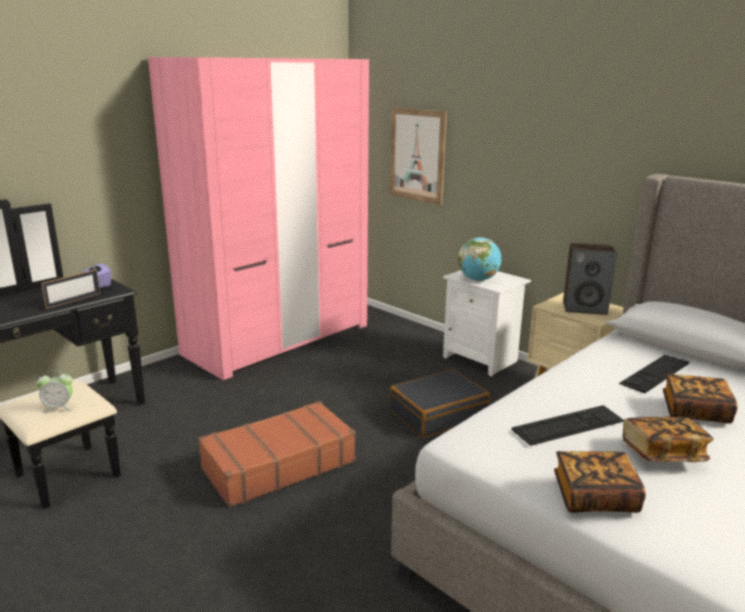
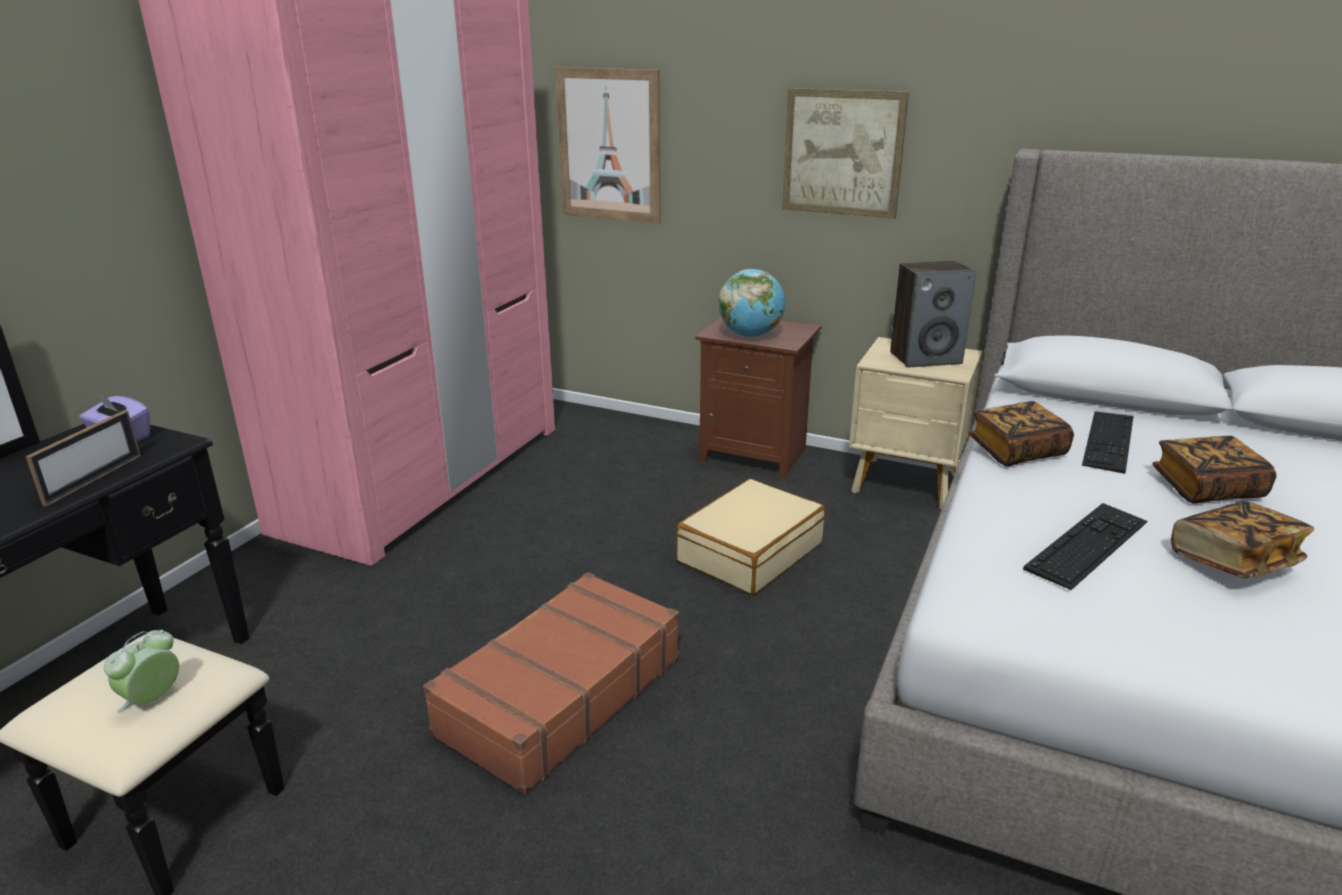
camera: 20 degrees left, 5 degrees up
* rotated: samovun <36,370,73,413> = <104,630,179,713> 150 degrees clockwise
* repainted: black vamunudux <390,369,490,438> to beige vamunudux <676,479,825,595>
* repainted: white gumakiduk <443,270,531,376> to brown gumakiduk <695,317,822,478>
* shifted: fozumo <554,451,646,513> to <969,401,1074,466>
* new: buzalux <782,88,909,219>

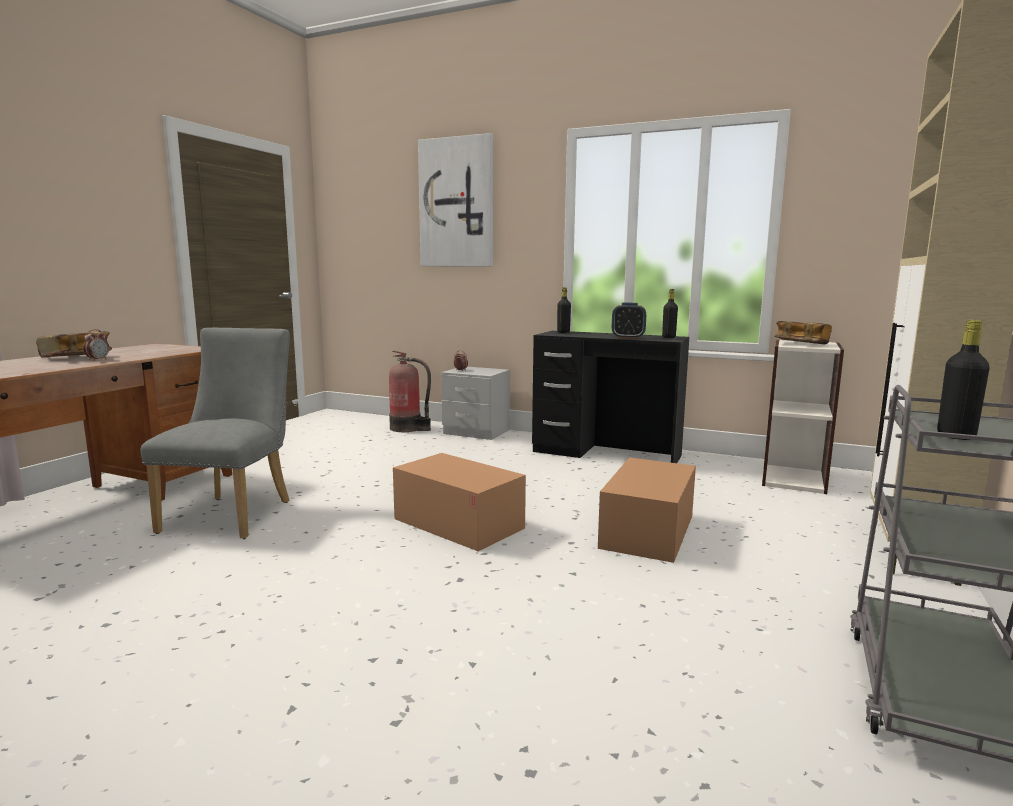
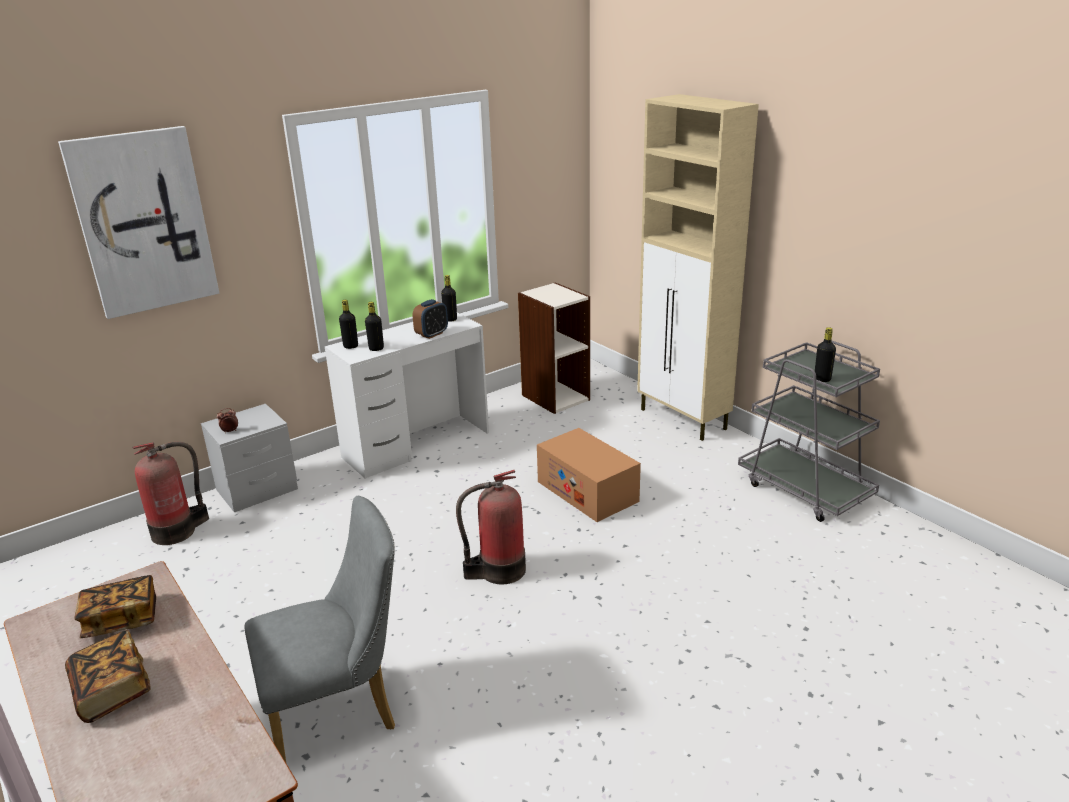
camera: 60 degrees left, 15 degrees up
* gone: samovun <83,329,109,361>
* rotated: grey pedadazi <141,328,290,539> = <245,496,395,762> 120 degrees clockwise
* swapped: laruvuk <393,453,526,551> to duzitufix <456,470,526,584>
* repainted: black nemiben <532,331,689,463> to white nemiben <324,313,489,479>
* shifted: fozumo <774,321,832,344> to <74,575,156,638>
* new: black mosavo <365,302,384,351>

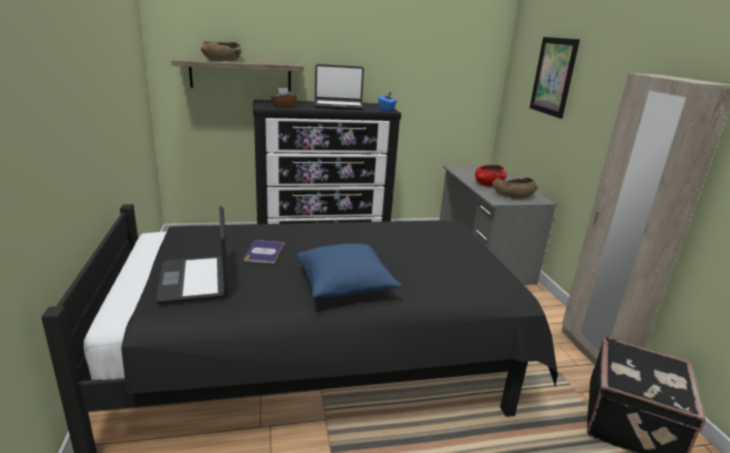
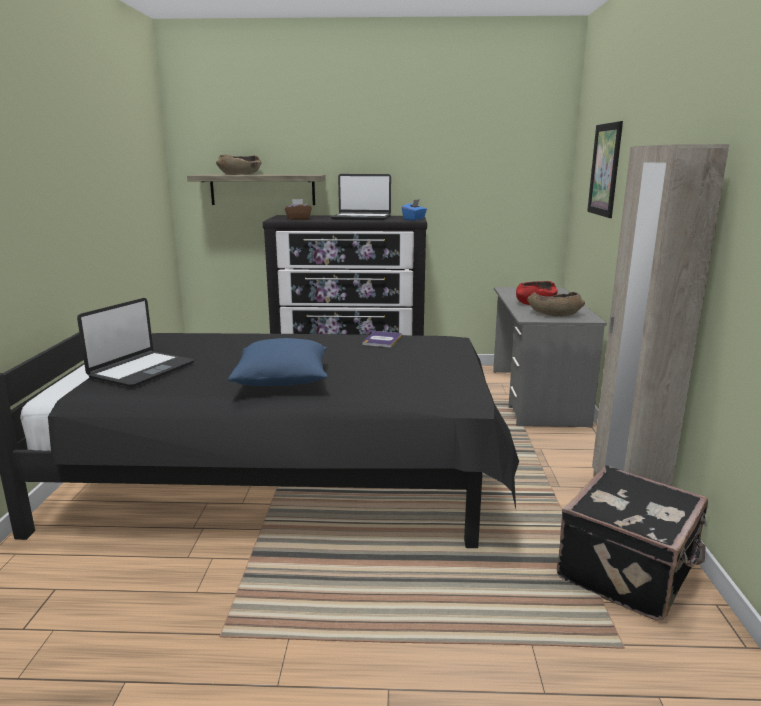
camera: 15 degrees right, 5 degrees down
* rotated: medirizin <156,206,229,304> = <77,298,194,387> 150 degrees counterclockwise
* shifted: fozumo <244,240,284,264> to <362,331,402,348>

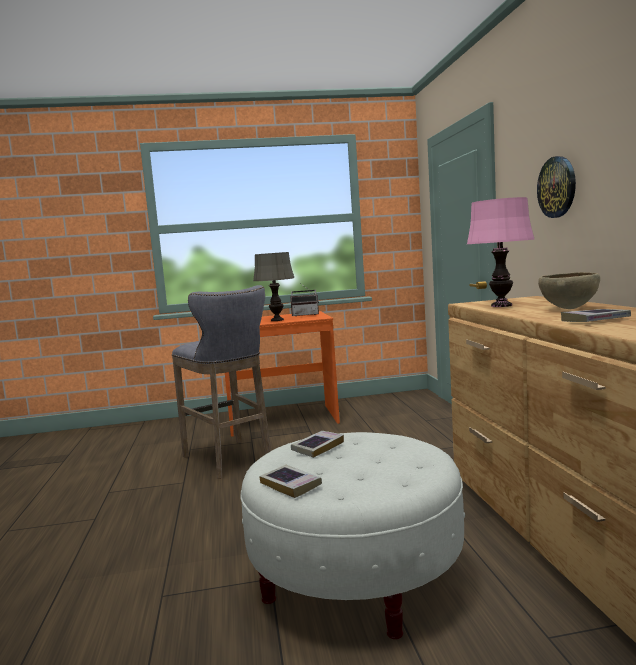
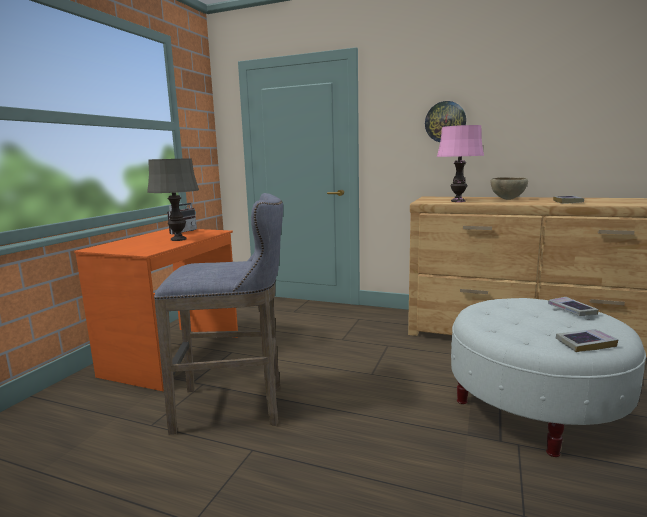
camera: 60 degrees left, 5 degrees up
* shifted: fozumo <291,431,344,458> to <548,297,599,316>

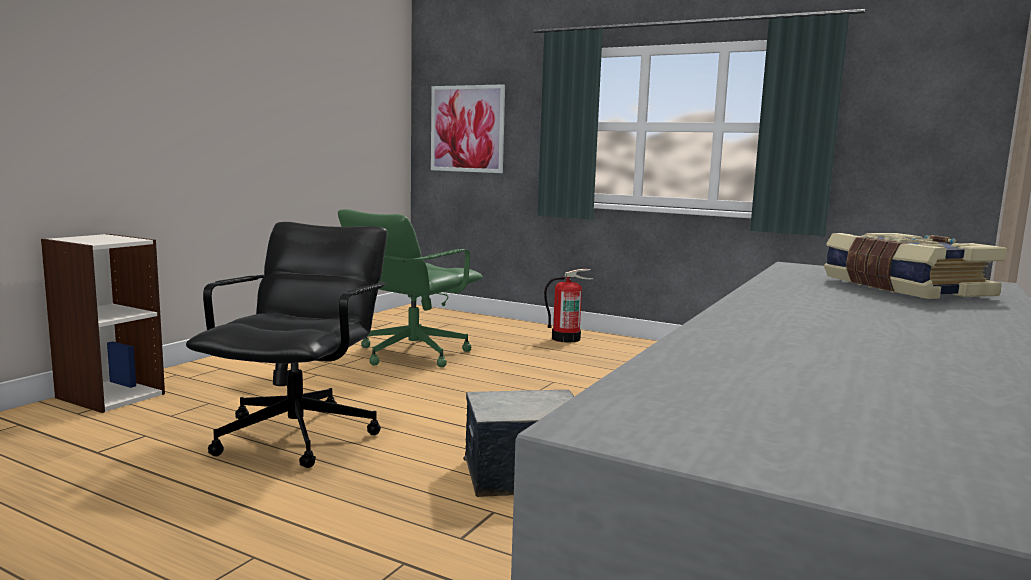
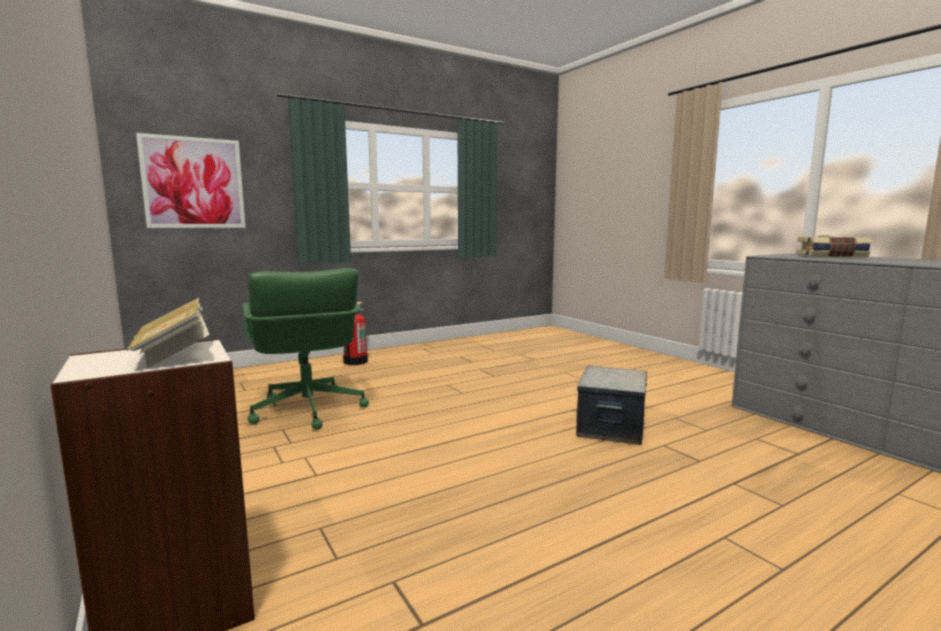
camera: 60 degrees left, 0 degrees up
* gone: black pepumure <186,222,388,468>
* new: fozumo <127,298,210,369>

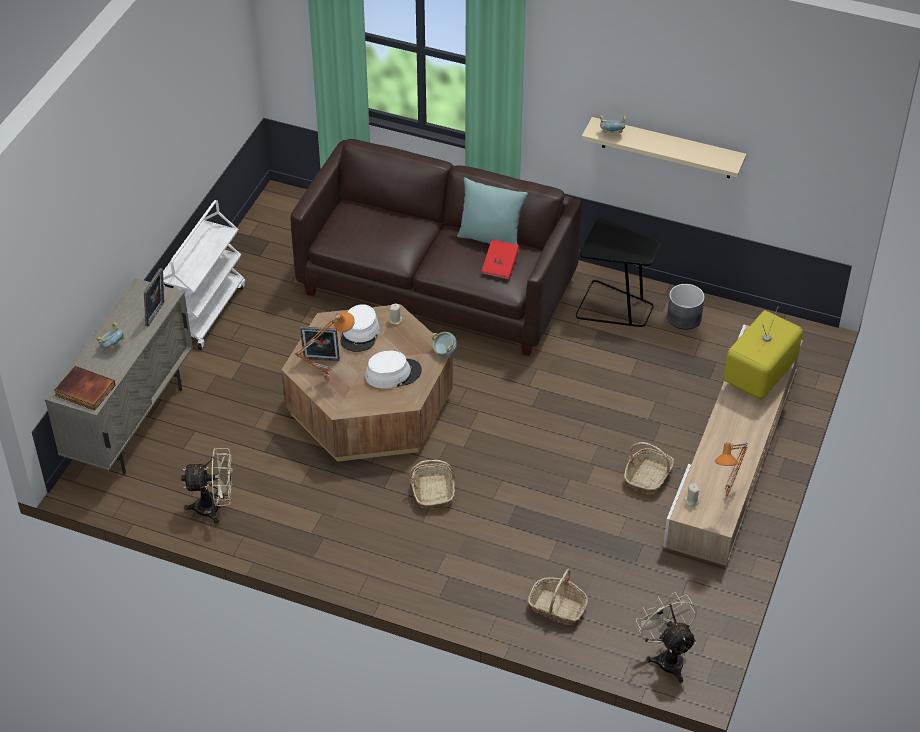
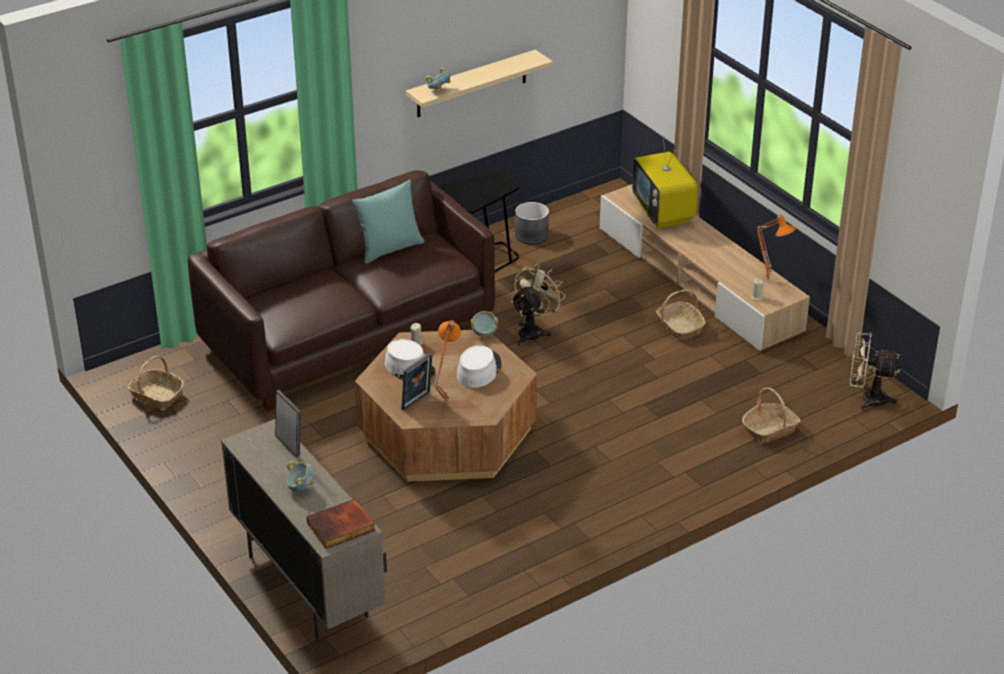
camera: 55 degrees left, 10 degrees down
* gone: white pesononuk <163,200,245,350>
* shifted: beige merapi <181,448,233,524> to <511,265,566,346>
* shifted: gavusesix <409,460,455,509> to <128,356,184,409>
* gone: red fozumo <482,239,520,280>

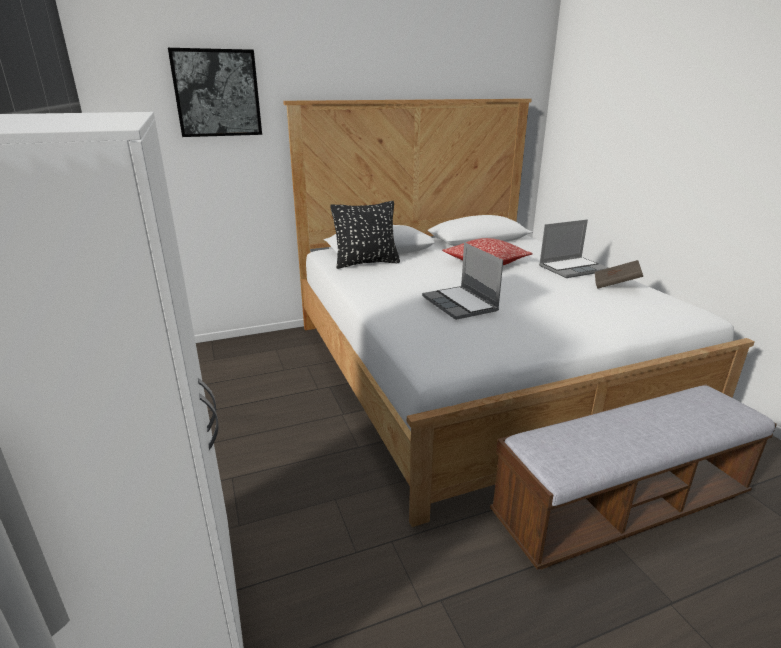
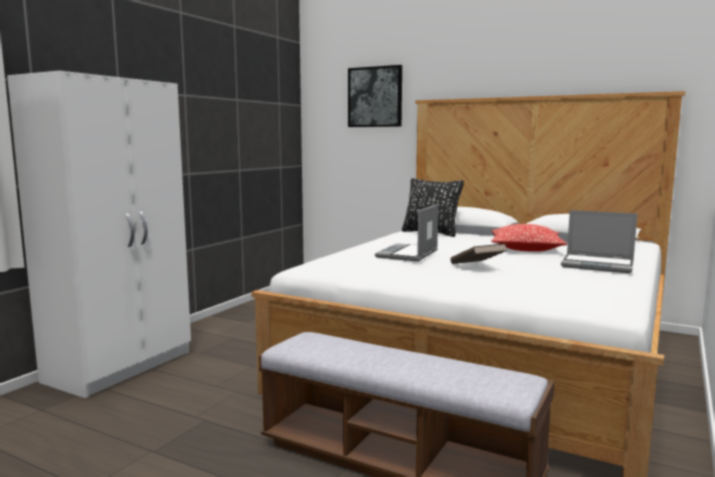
camera: 50 degrees right, 15 degrees down
* shifted: brown fozumo <595,260,643,289> to <451,243,507,264>

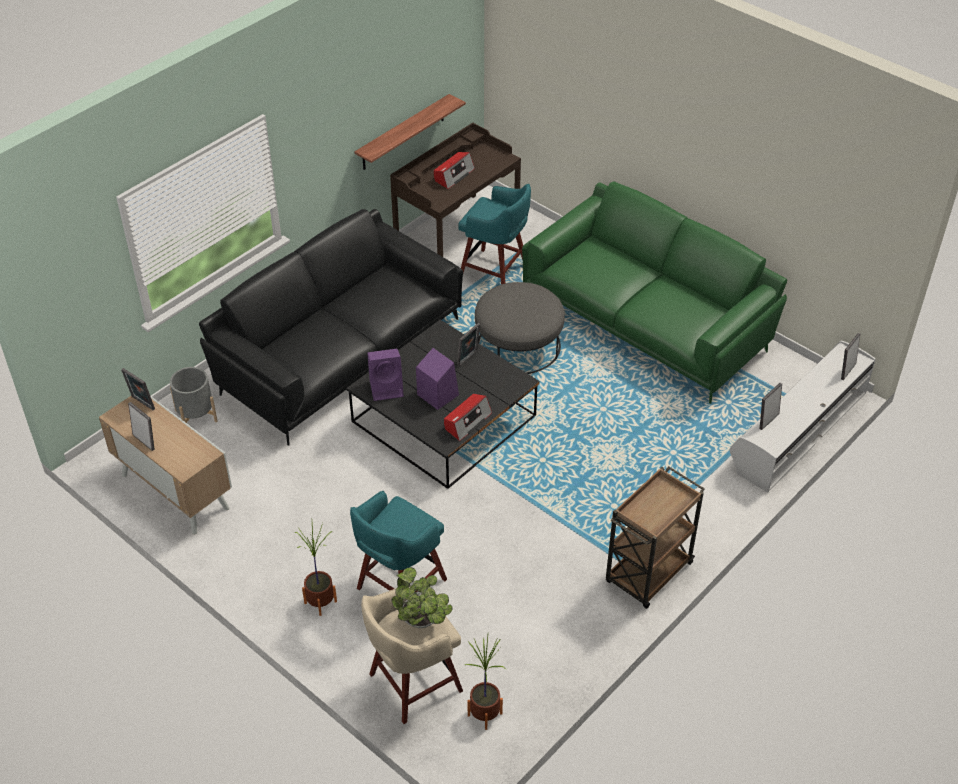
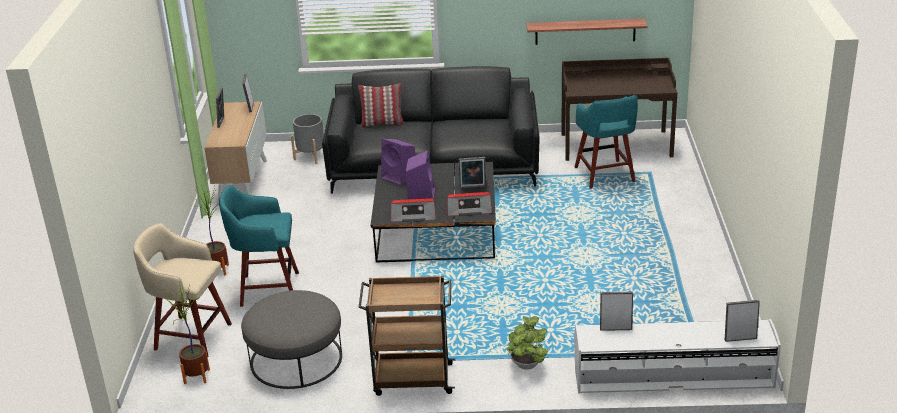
camera: 50 degrees right, 15 degrees down
* shifted: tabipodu <391,567,453,628> to <506,316,548,369>
* shifted: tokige <434,152,475,189> to <447,192,492,216>
* shifted: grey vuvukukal <475,282,565,374> to <241,290,342,389>
* gone: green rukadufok <522,181,787,404>
* new: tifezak <358,83,404,127>

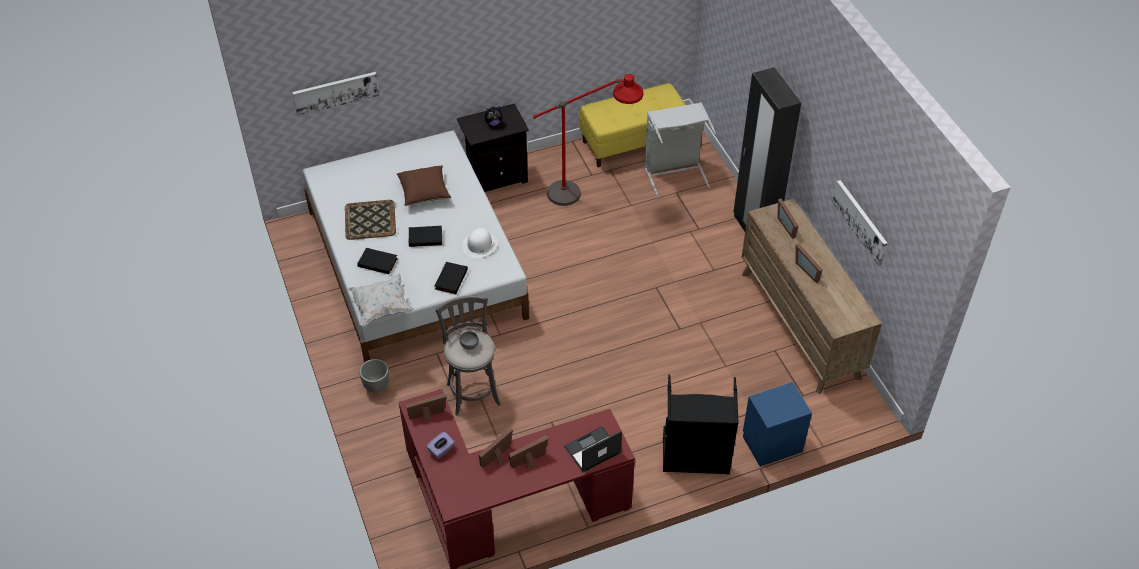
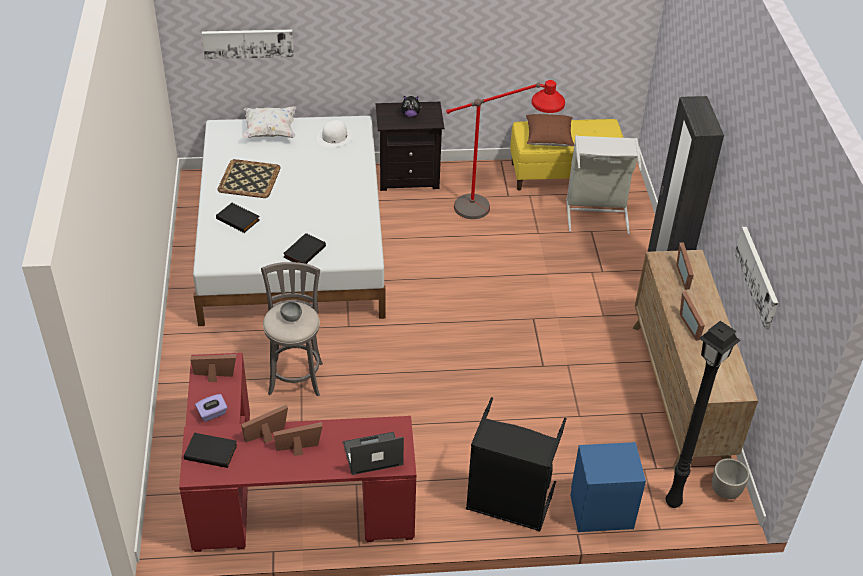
camera: 15 degrees right, 5 degrees down
* shifted: white tifezak <348,274,414,325> to <242,107,296,138>
* shifted: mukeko <359,359,389,393> to <712,458,749,499>
* shifted: brown tifezak <397,165,451,206> to <526,114,574,146>
* shifted: black fozumo <409,226,442,247> to <184,432,237,468>
* shifted: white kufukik <462,228,498,258> to <317,120,353,148>
* new: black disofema <665,321,741,508>

